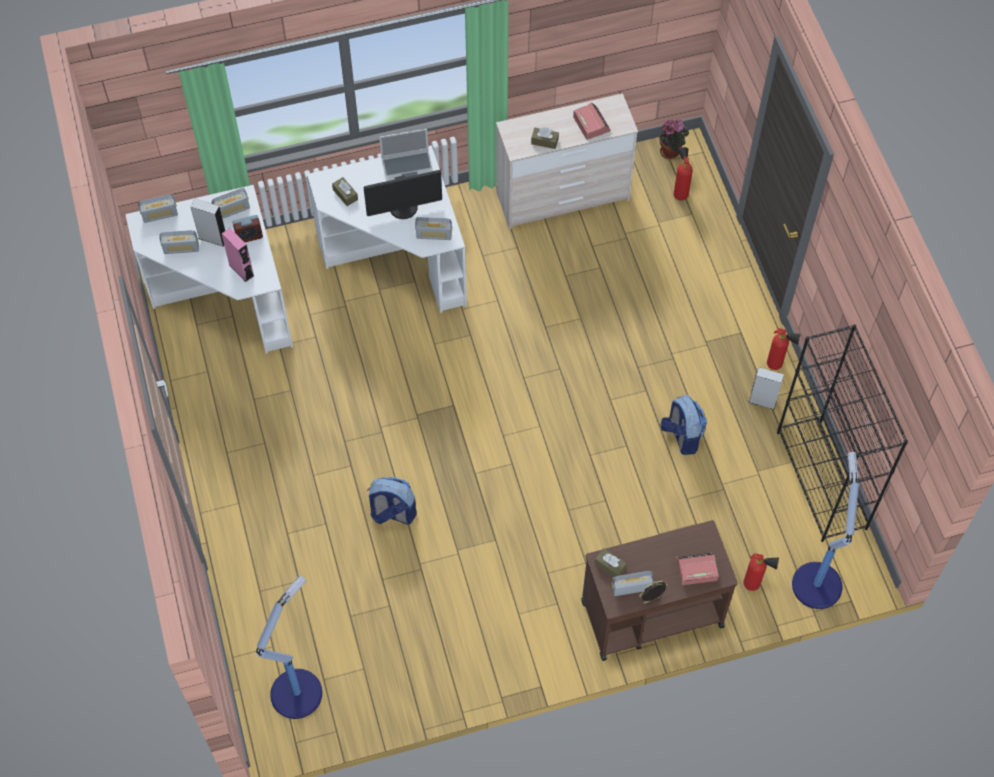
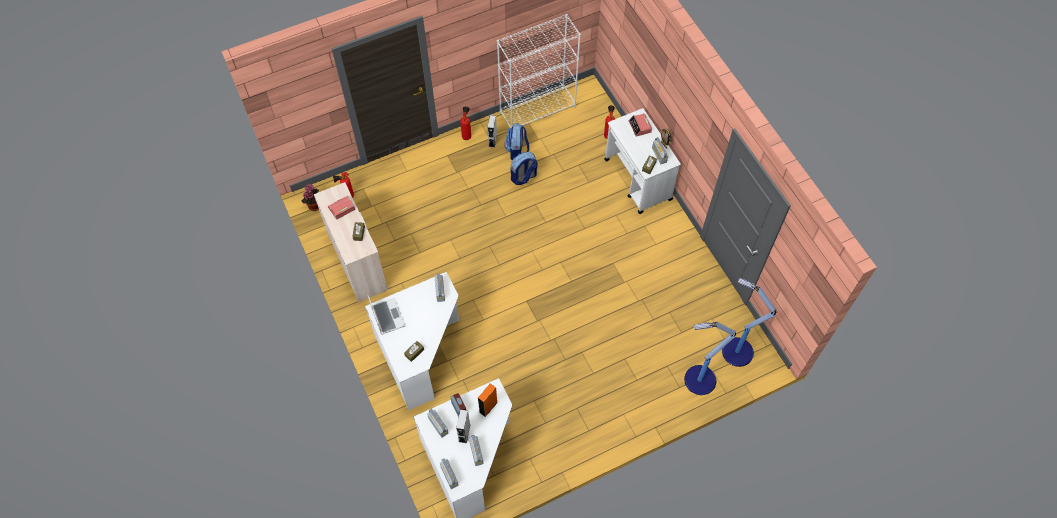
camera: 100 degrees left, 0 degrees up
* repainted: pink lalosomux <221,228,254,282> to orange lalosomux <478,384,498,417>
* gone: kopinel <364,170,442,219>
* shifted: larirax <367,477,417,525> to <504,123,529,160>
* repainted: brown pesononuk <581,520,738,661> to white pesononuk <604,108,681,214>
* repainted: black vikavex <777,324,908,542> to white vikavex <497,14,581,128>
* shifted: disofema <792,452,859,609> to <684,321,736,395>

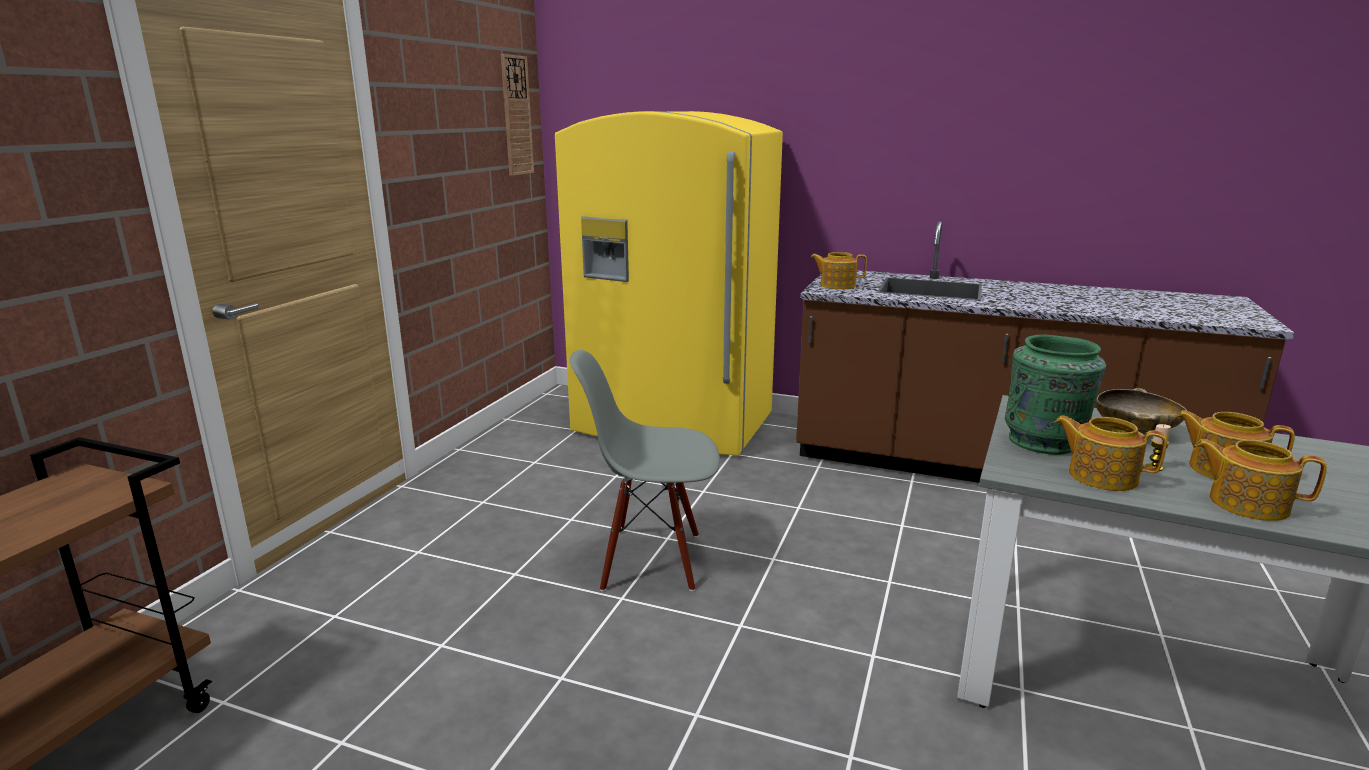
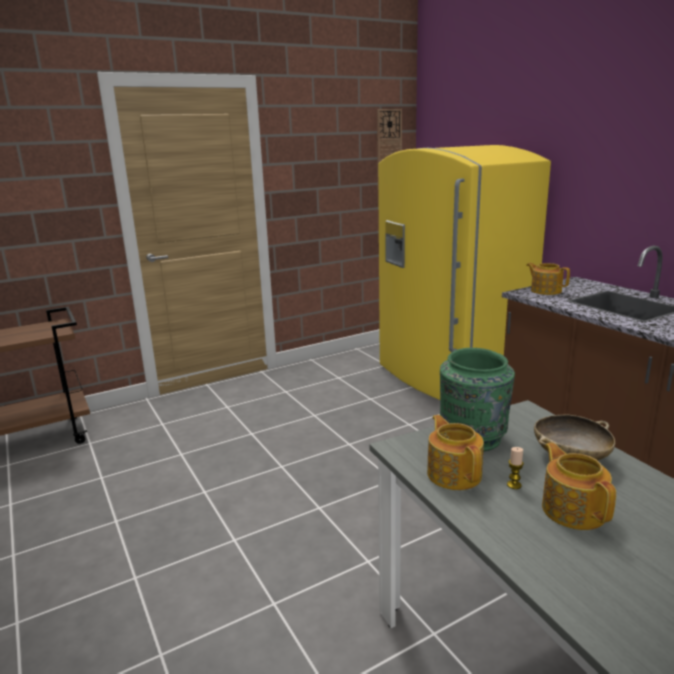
camera: 40 degrees right, 0 degrees up
* gone: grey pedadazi <569,350,720,591>
* gone: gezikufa <1195,439,1327,521>

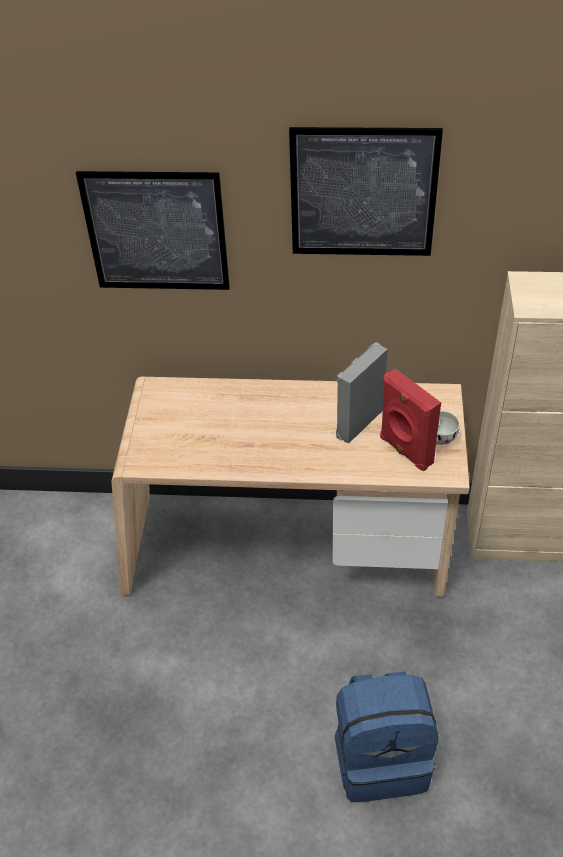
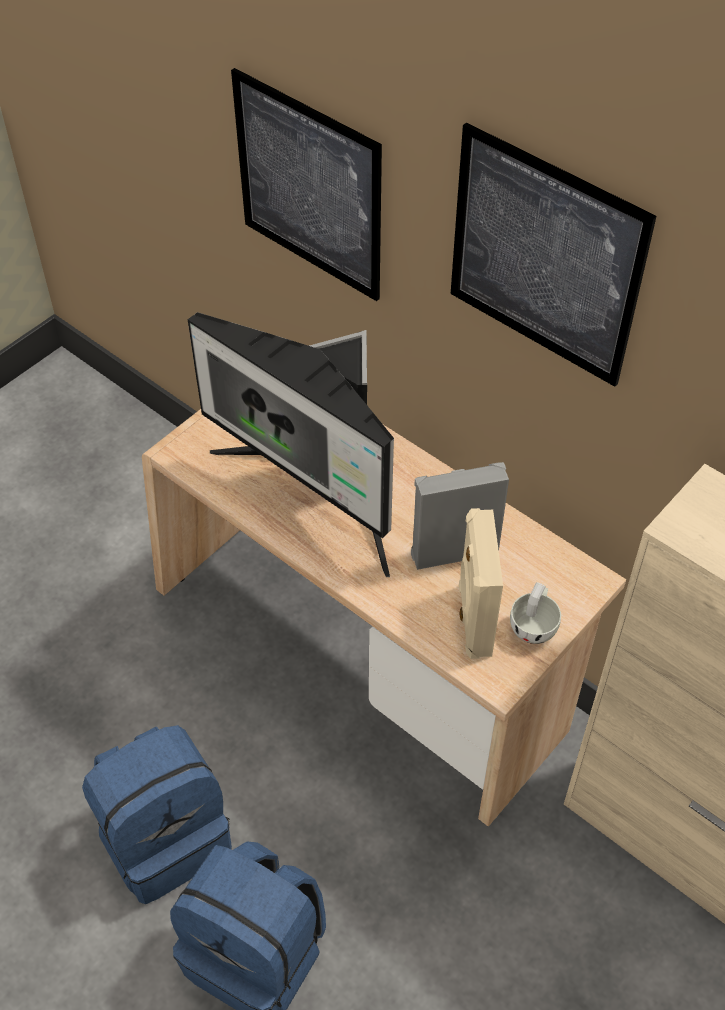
camera: 35 degrees right, 5 degrees up
* repainted: red lalosomux <380,369,441,471> to beige lalosomux <459,508,503,659>
* new: blue larirax <82,725,232,904>
* new: kopinel <188,312,394,577>

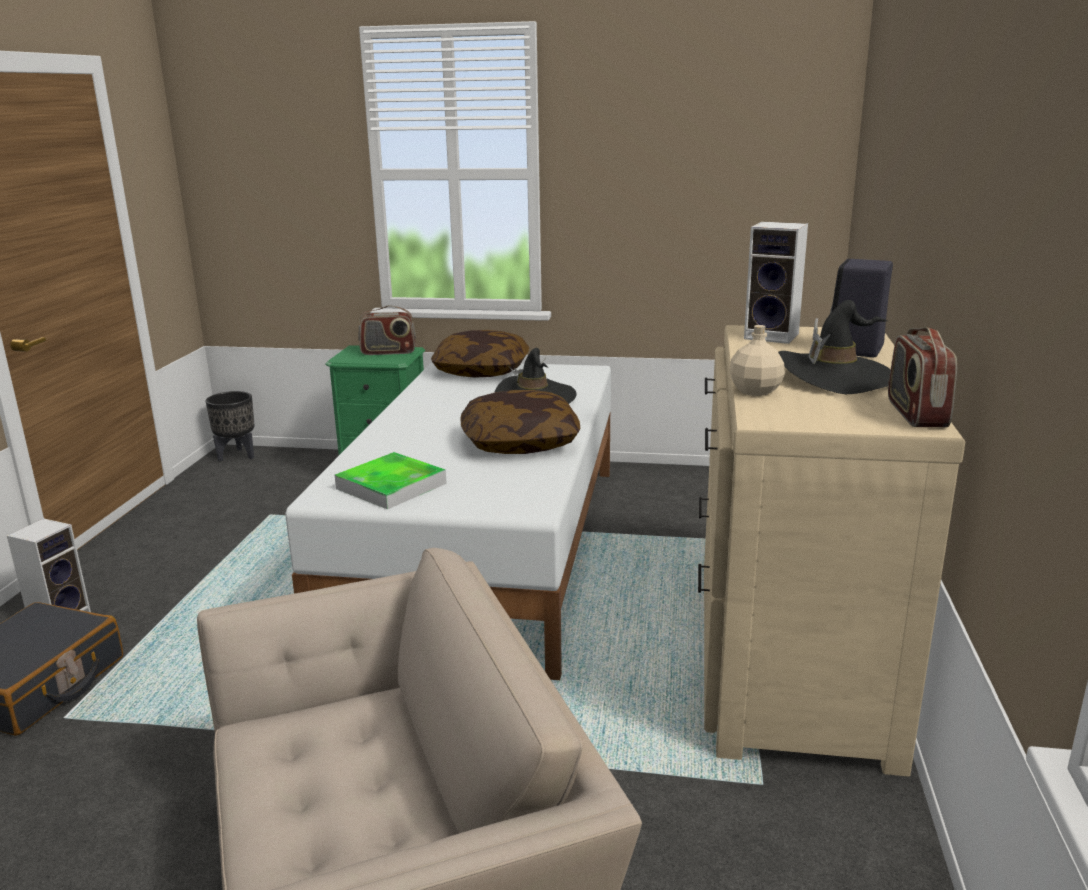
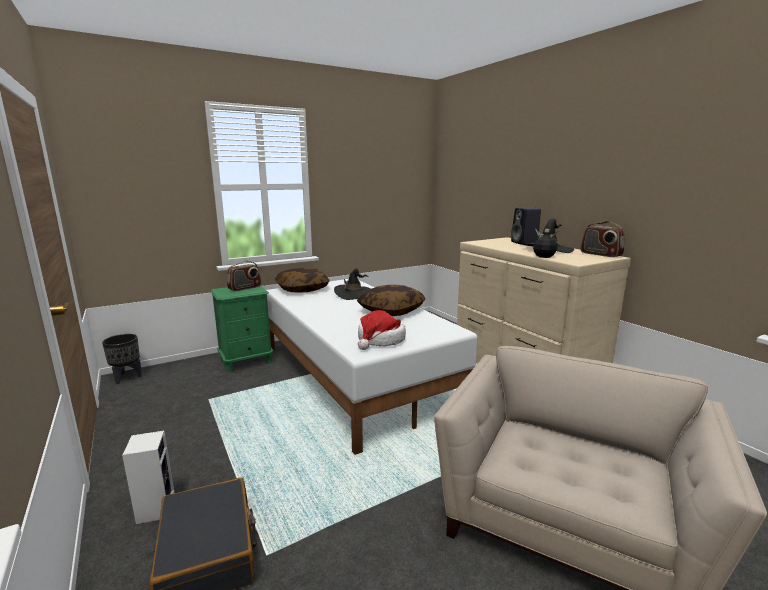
camera: 40 degrees left, 5 degrees down
* swapped: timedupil <335,452,447,509> to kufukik <358,310,406,350>
* repainted: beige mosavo <729,325,785,396> to black mosavo <533,229,557,258>
* gone: lalosomux <744,221,808,344>

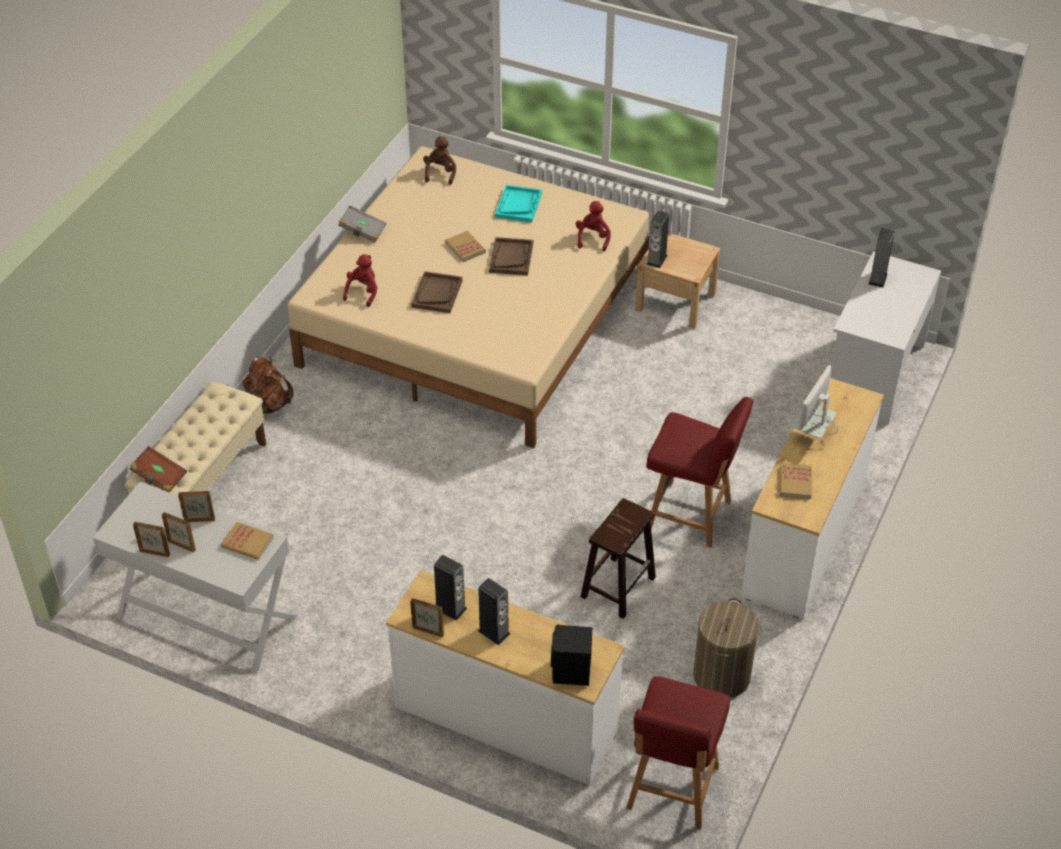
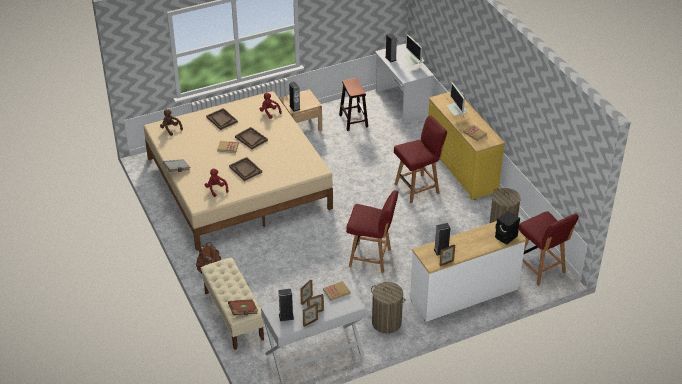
camera: 50 degrees left, 5 degrees down
* shifted: lalosomux <478,578,510,645> to <279,289,294,321>
* repainted: turquoise timedupil <495,185,542,223> to brown timedupil <206,108,238,130>
* shifted: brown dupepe <581,498,656,619> to <339,78,368,131>
* repainted: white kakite <741,375,884,619> to yellow kakite <428,92,505,200>
* new: red pedadazi <346,190,398,273>
* new: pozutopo <371,282,406,334>
* new: kopinel <404,34,424,68>

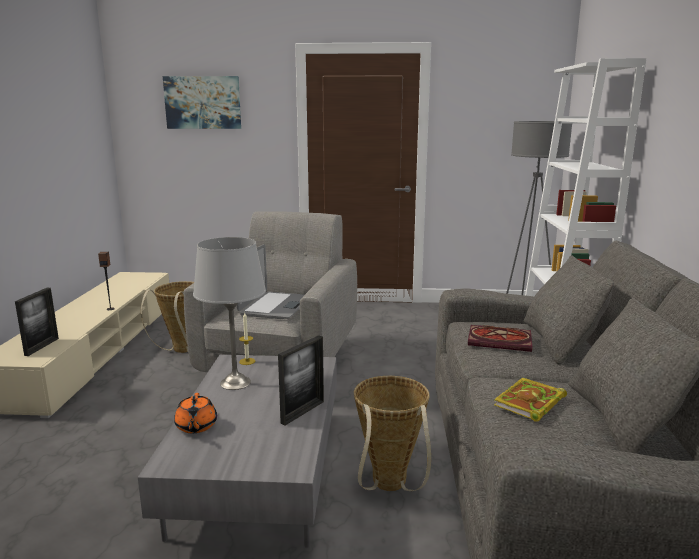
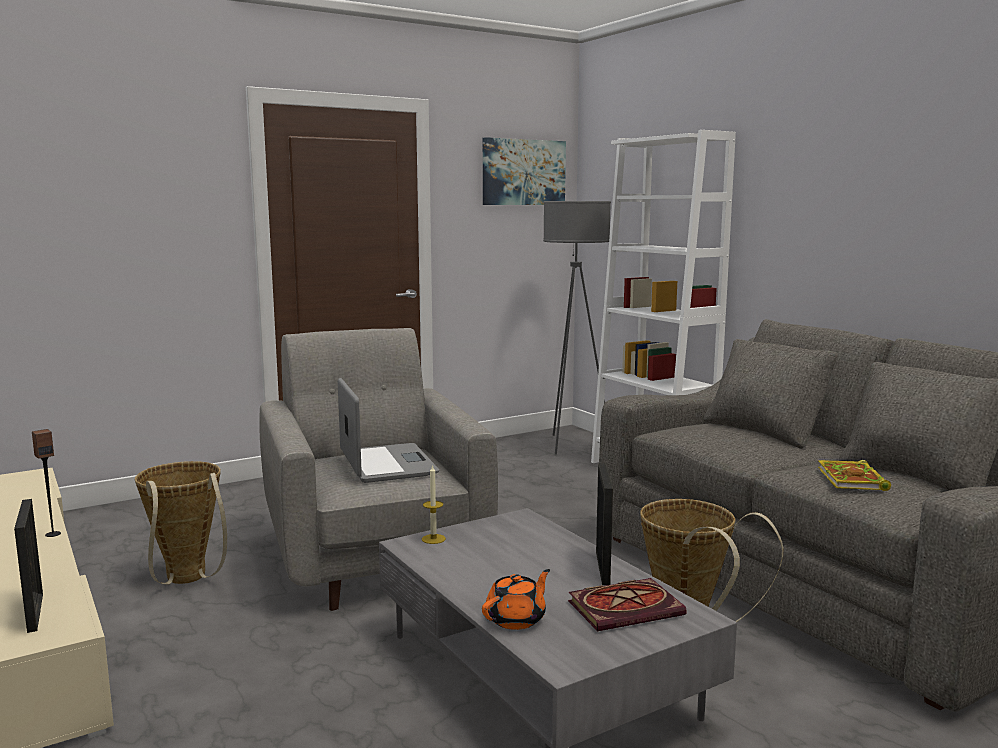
camera: 35 degrees left, 5 degrees down
* shifted: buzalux <163,76,241,129> to <483,137,566,205>
* rotated: orange gezikufa <174,393,217,433> = <482,569,550,630> 90 degrees counterclockwise
* gone: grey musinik <193,237,266,390>
* shifted: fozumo <468,325,532,352> to <568,578,687,631>

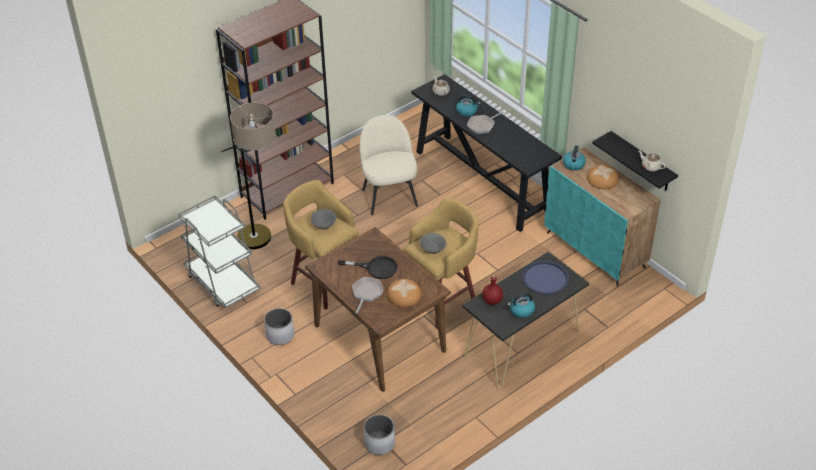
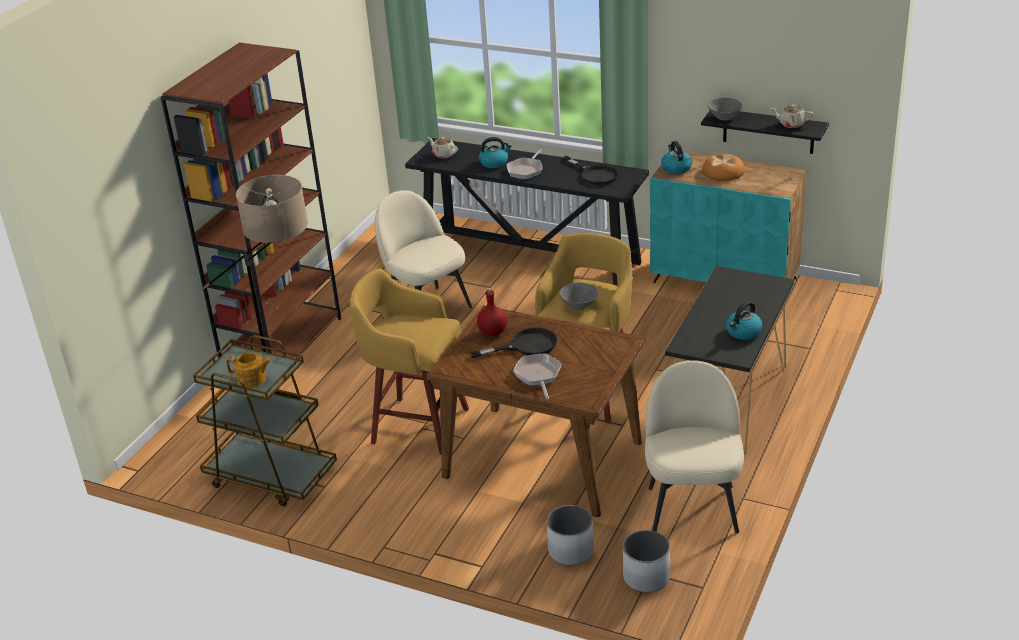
camera: 25 degrees left, 10 degrees down
* repainted: grey pesononuk <179,195,260,308> to brown pesononuk <193,335,337,506>
* shifted: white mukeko <264,308,294,345> to <547,505,594,565>
* shifted: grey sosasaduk <311,209,336,229> to <708,98,743,121>
* gone: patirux <387,279,422,307>
* shifted: red mosavo <482,274,503,305> to <477,288,507,336>
* gone: blue timedupil <522,260,569,295>
* new: gezikufa <226,352,272,388>
* new: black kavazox <562,156,618,185>
* new: beige pedadazi <645,360,744,533>

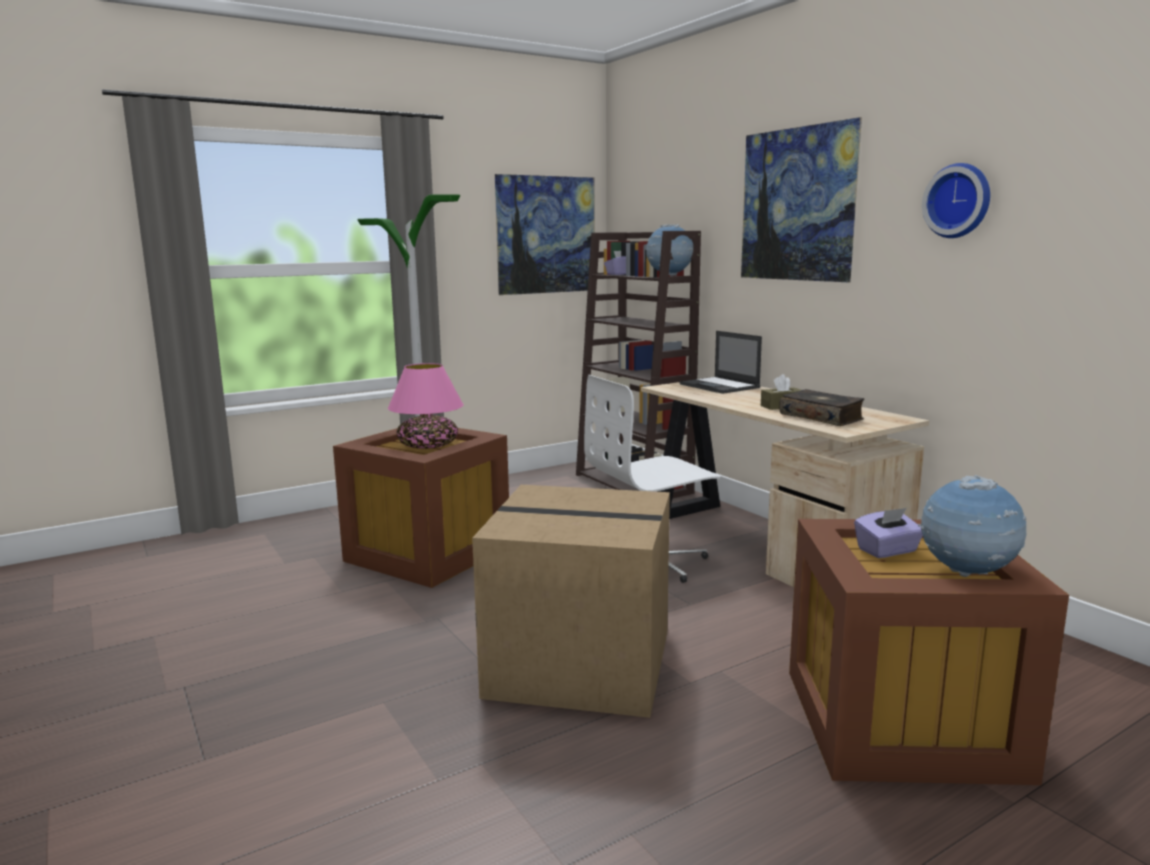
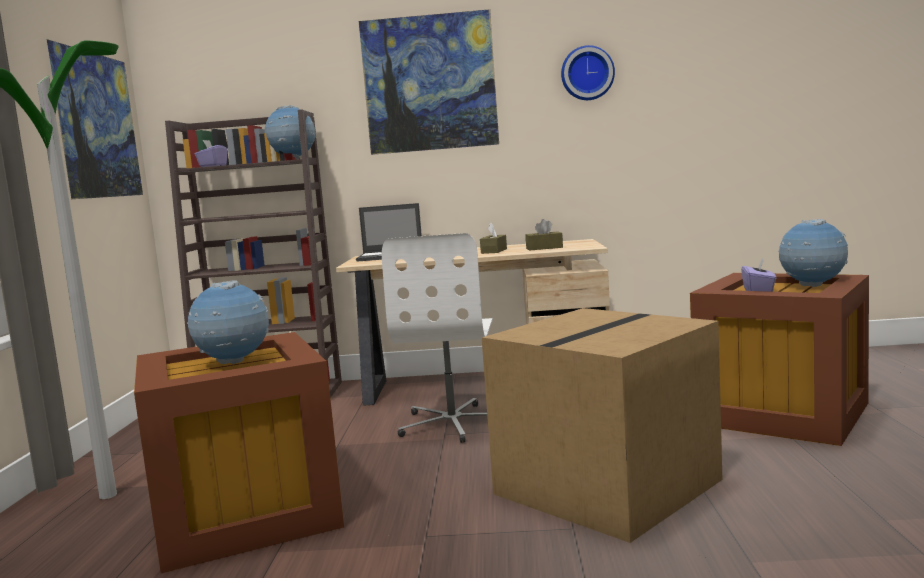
camera: 55 degrees left, 5 degrees down
* swapped: pink musinik <388,363,464,449> to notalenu <187,280,269,364>
* swapped: fozumo <779,389,864,426> to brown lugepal <525,219,563,250>

